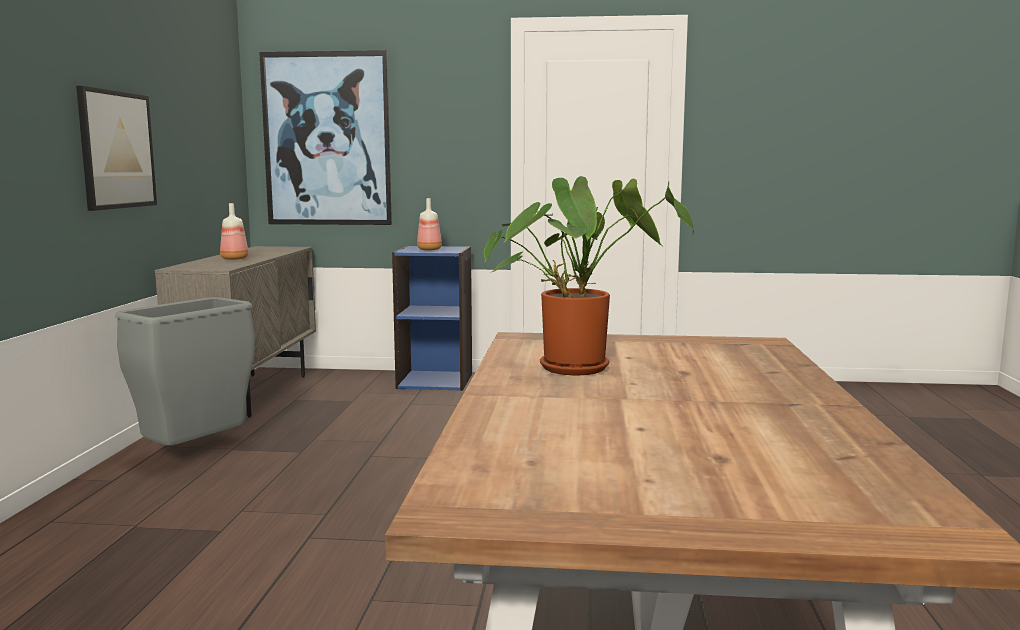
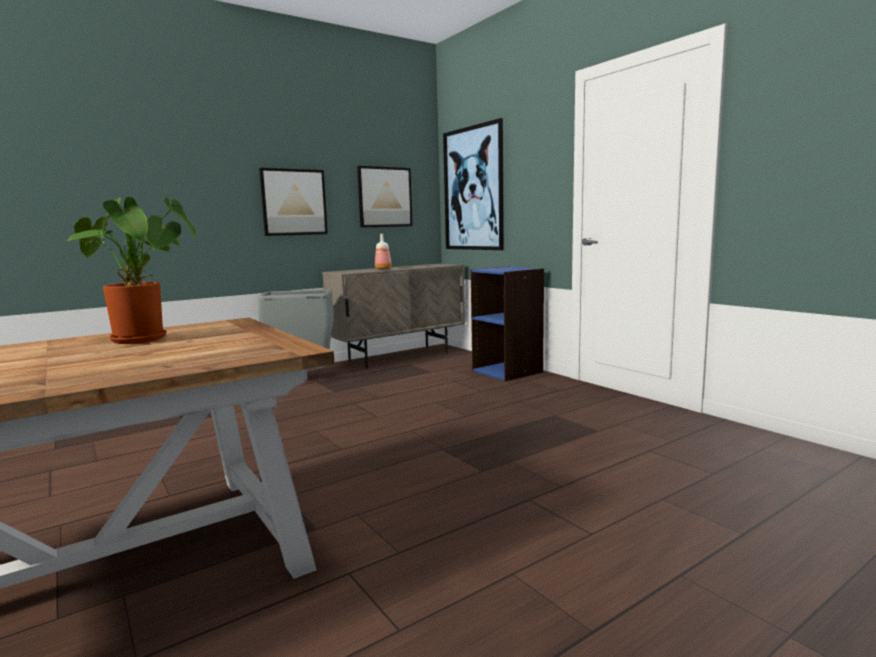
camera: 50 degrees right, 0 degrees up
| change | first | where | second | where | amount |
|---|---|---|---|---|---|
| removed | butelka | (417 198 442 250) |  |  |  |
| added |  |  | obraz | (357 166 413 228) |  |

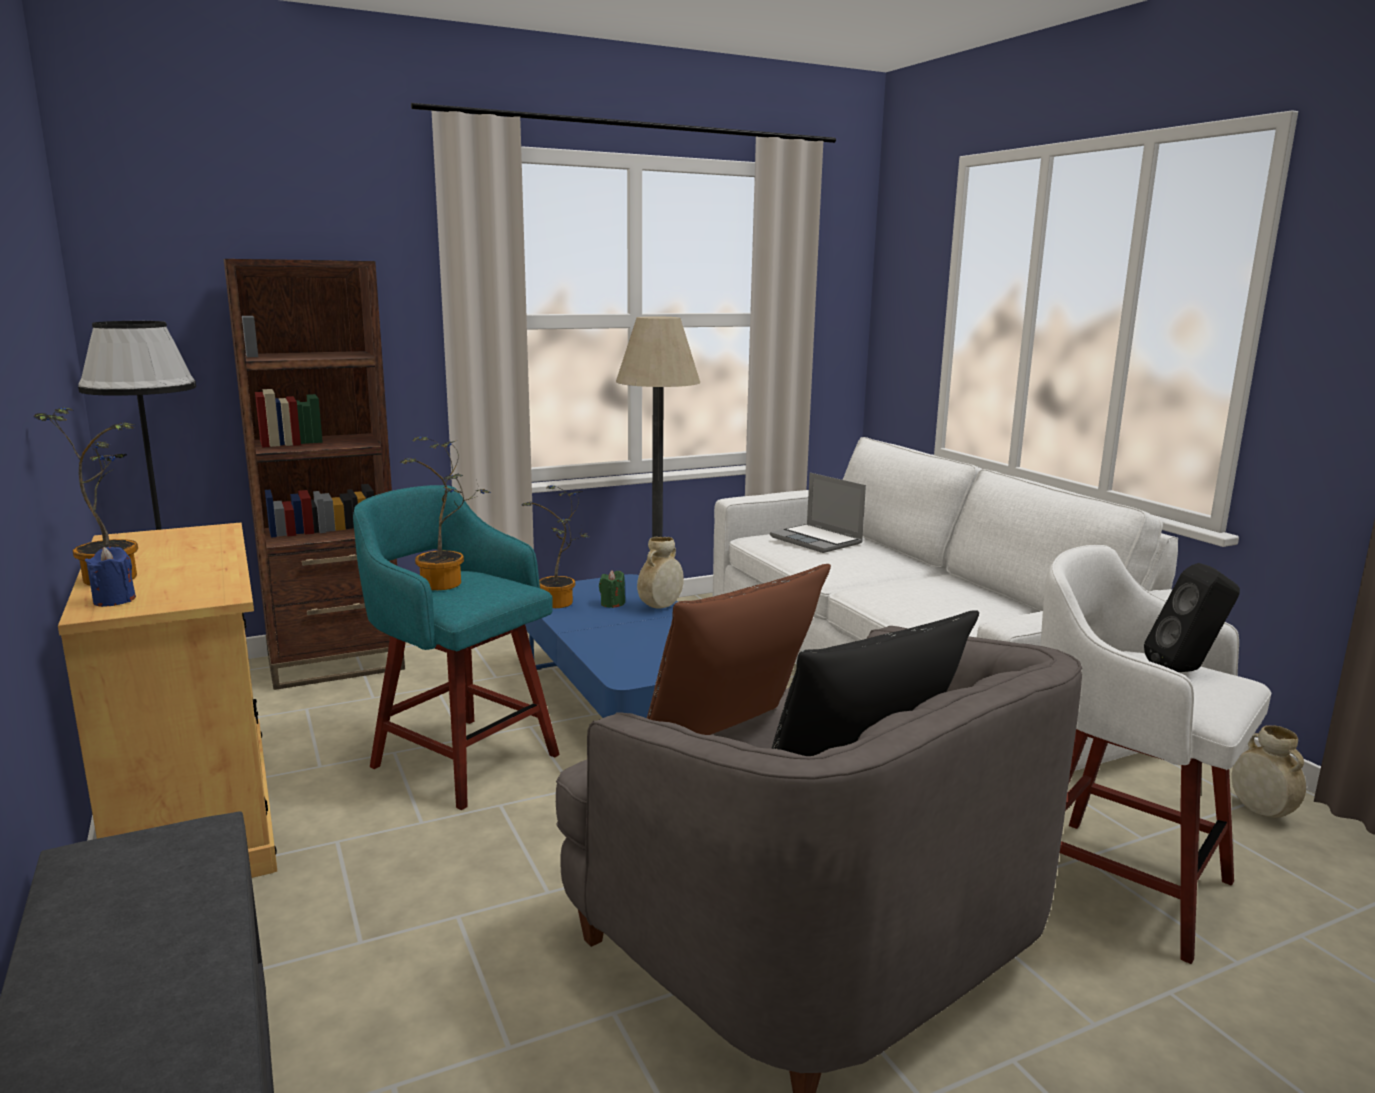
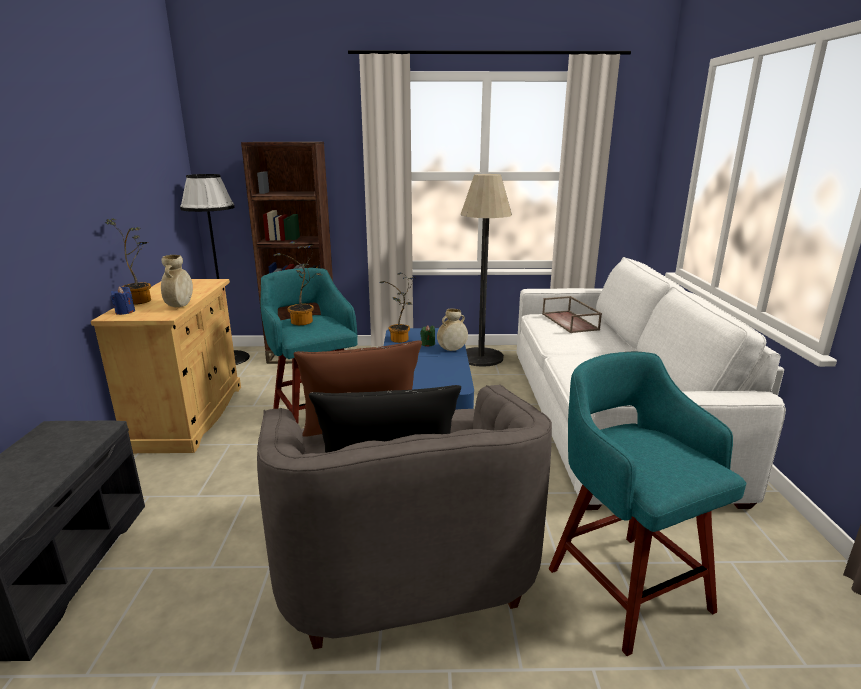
camera: 25 degrees right, 5 degrees up
| change | first | where | second | where | amount |
|---|---|---|---|---|---|
| replaced | laptop | (770 473 866 553) | taca [brązowy] | (542 296 602 333) |  |
| recoloured | stołek [biały] | (1041 545 1271 964) | stołek [turkusowy] | (549 352 747 656) |  |
| removed | głośnik [czarny] | (1144 563 1240 672) |  |  |  |
| moved | wazon [beżowy] | (1232 725 1306 818) |  | (161 255 193 307) |  |

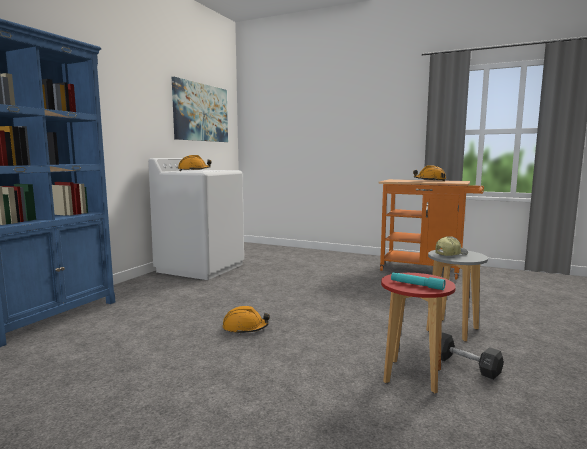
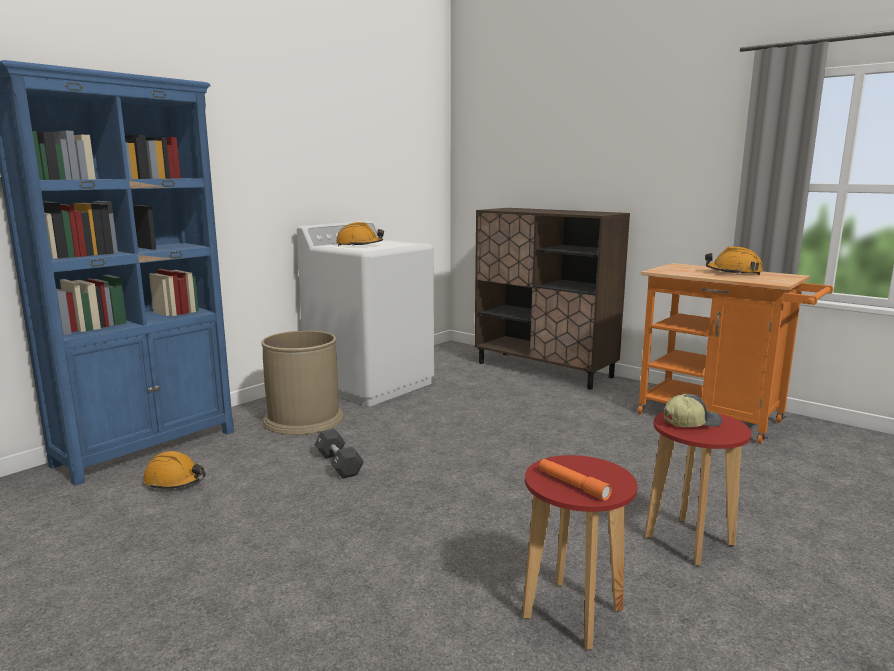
camera: 15 degrees right, 5 degrees up
| change | first | where | second | where | amount |
|---|---|---|---|---|---|
| removed | obraz | (172 77 228 142) |  |  |  |
| moved | kask [pomarańczowy] | (222 306 270 335) |  | (143 451 206 490) |  |
| recoloured | latarka [turkusowy] | (391 273 446 290) | latarka [pomarańczowy] | (539 459 612 501) |  |
| recoloured | stołek [szary] | (426 249 488 342) | stołek [czerwony] | (645 412 752 566) |  |
| moved | hantel [czarny] | (441 332 504 380) |  | (314 429 364 479) |  |
| added |  |  | kosz na śmieci [brązowy] | (261 331 344 435) |  |
| added |  |  | szafka [brązowy] | (475 208 630 390) |  |

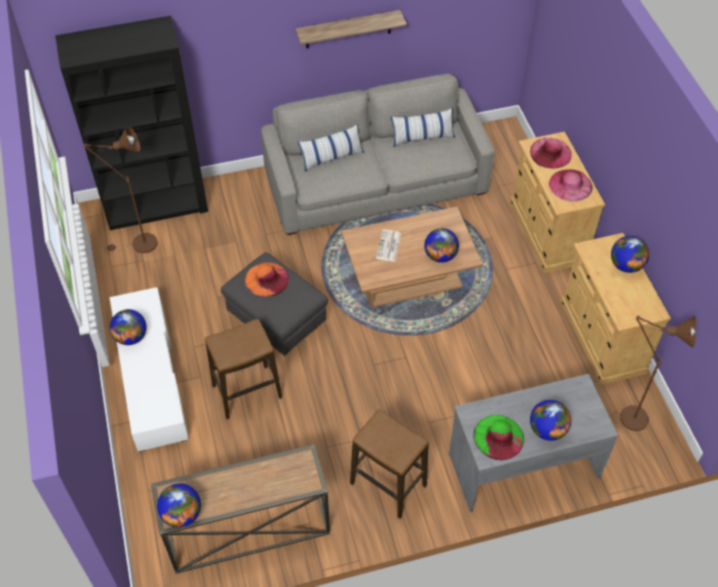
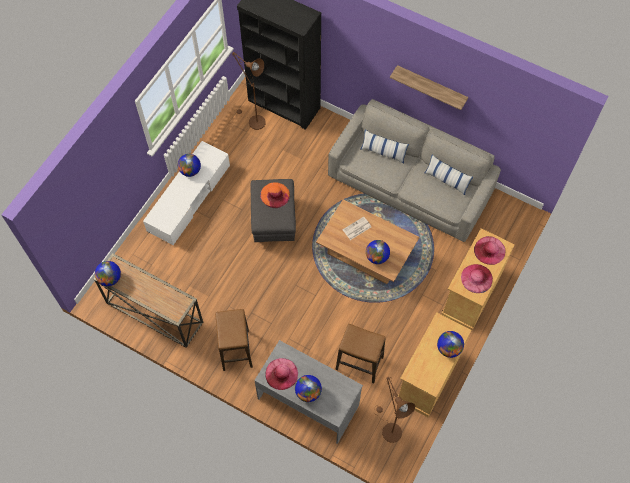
camera: 45 degrees right, 10 degrees up
| change | first | where | second | where | amount |
|---|---|---|---|---|---|
| moved | stołek | (205 319 282 419) |  | (336 324 386 383) |  |
| recoloured | kapelusz [zielony] | (473 415 524 460) | kapelusz [różowy] | (265 358 298 390) |  |

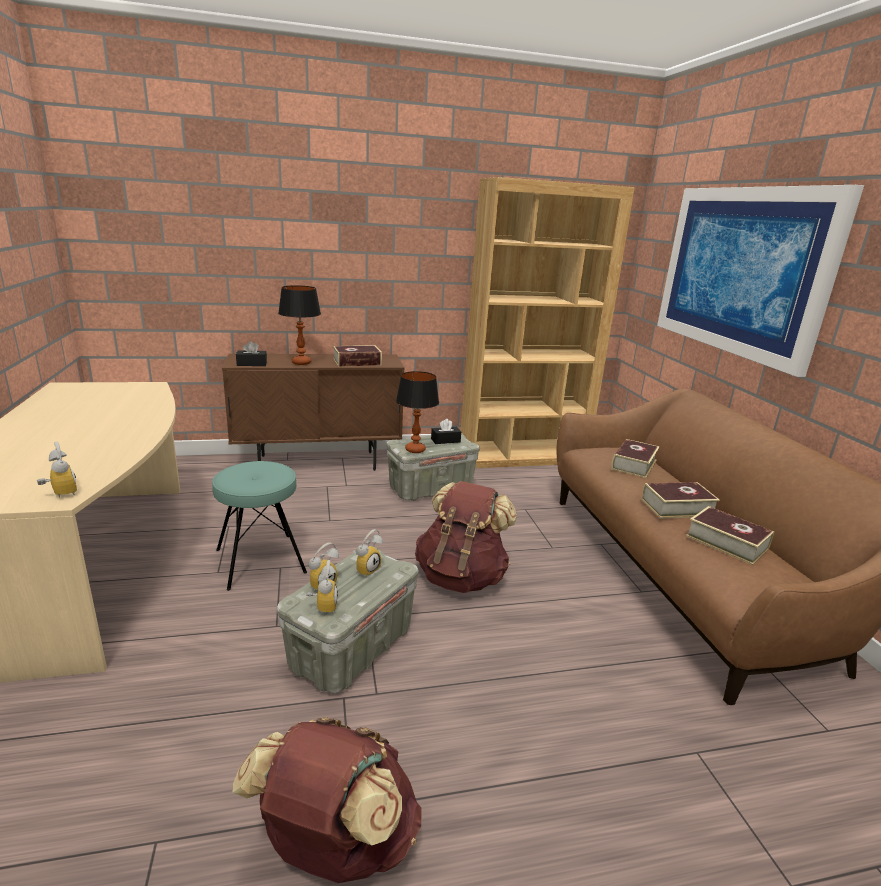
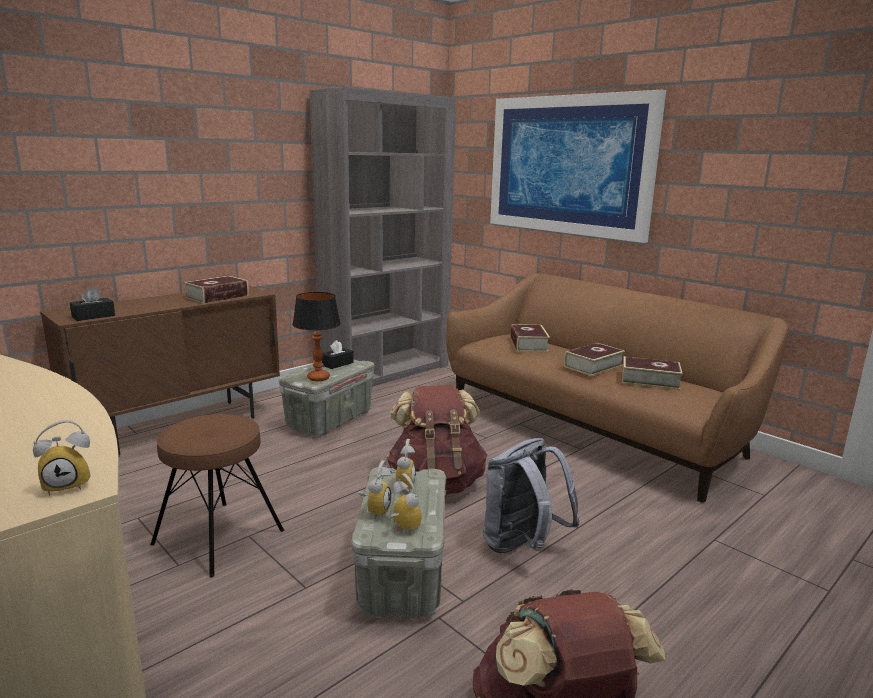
camera: 30 degrees left, 5 degrees down
| change | first | where | second | where | amount |
|---|---|---|---|---|---|
| turned | budzik | (37 442 77 498) |  | (33 420 91 495) | 135 degrees clockwise |
| recoloured | stołek [turkusowy] | (212 461 307 591) | stołek [brązowy] | (150 414 284 578) |  |
| removed | lampa stołowa | (278 285 321 365) |  |  |  |
| recoloured | regał [brązowy] | (461 177 635 468) | regał [szary] | (309 87 456 387) |  |
| added |  |  | plecak [szary] | (483 438 580 553) |  |

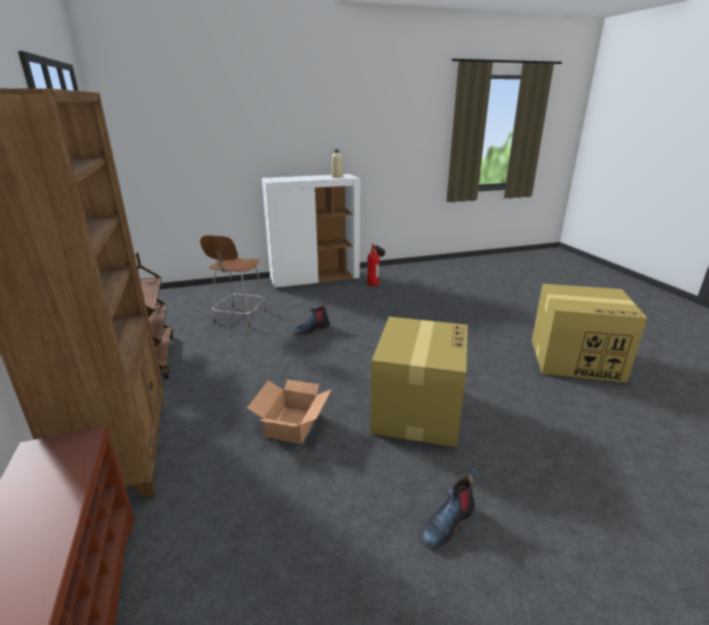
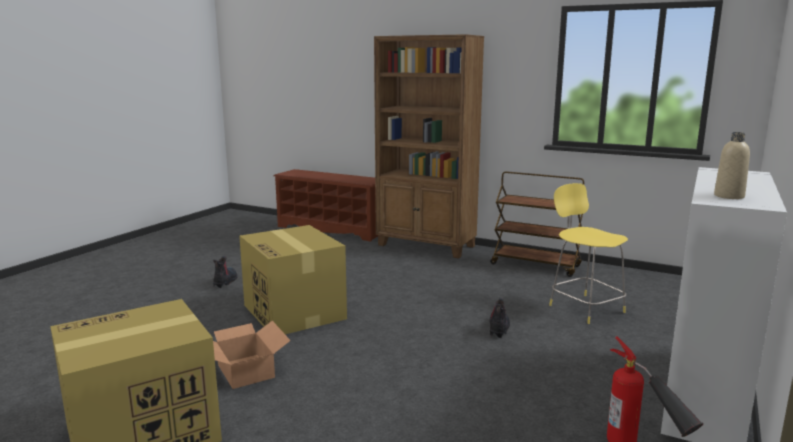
camera: 135 degrees right, 10 degrees down
| change | first | where | second | where | amount |
|---|---|---|---|---|---|
| recoloured | stołek [brązowy] | (200 235 267 328) | stołek [żółty] | (549 183 628 324) |  |
| moved | karton | (247 380 332 444) |  | (213 321 291 389) |  |

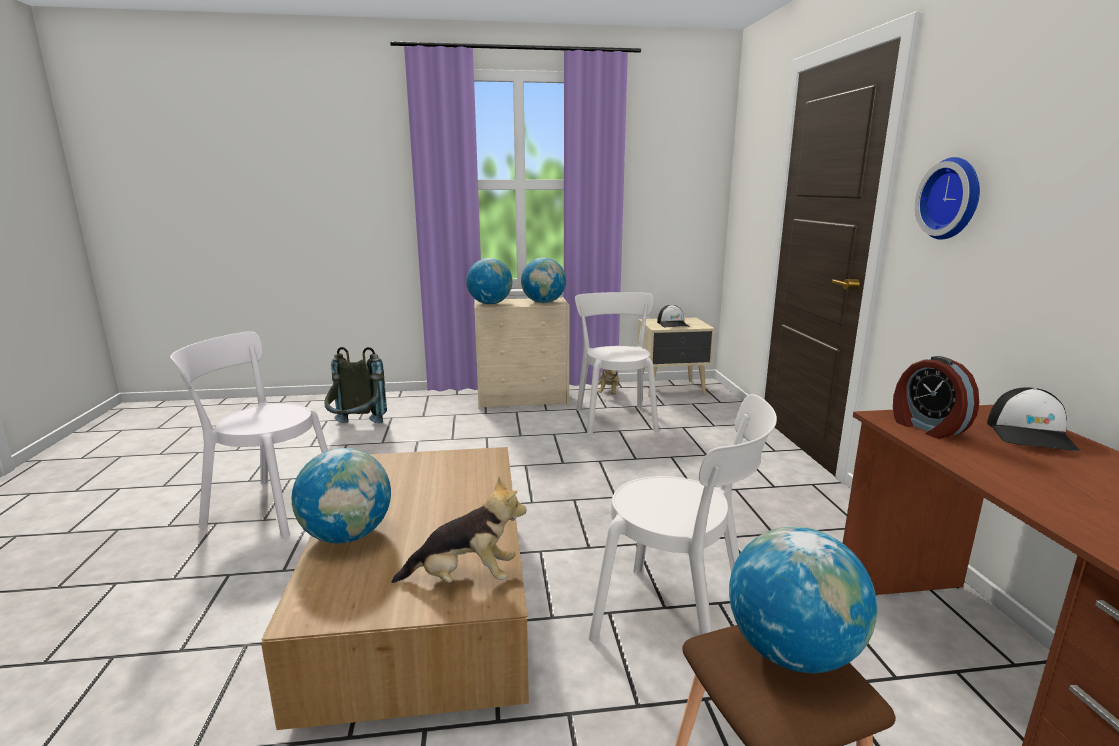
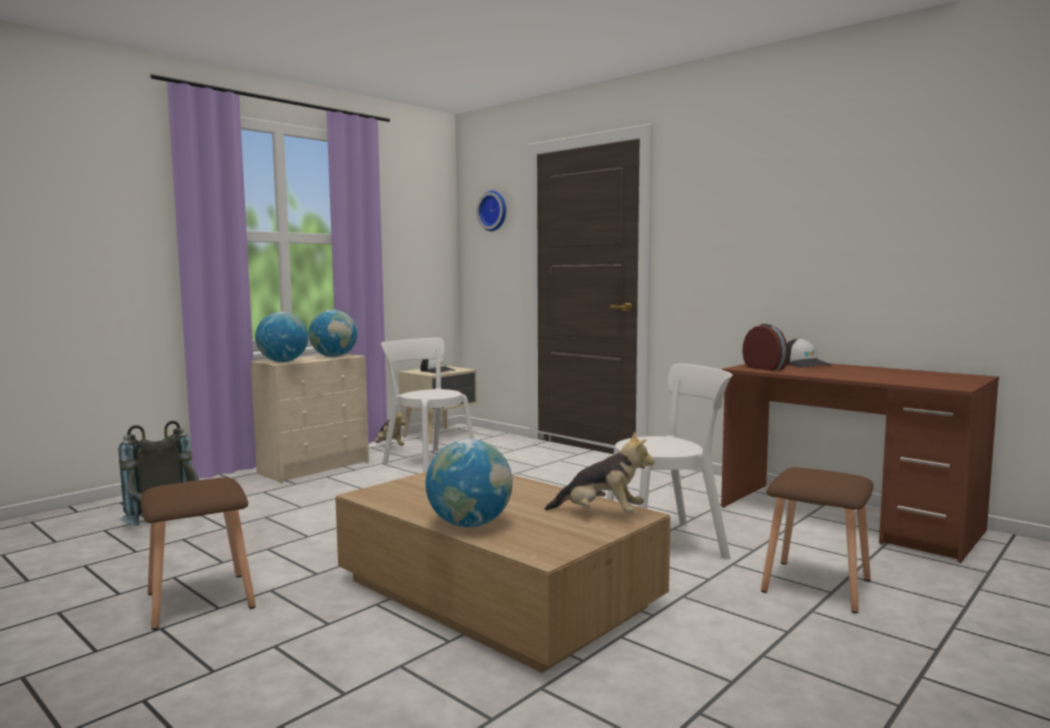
camera: 40 degrees left, 10 degrees down
| change | first | where | second | where | amount |
|---|---|---|---|---|---|
| replaced | krzesło [biały] | (170 331 328 538) | stołek [brązowy] | (141 478 256 630) |  |
| turned | pluszak | (392 477 527 583) |  | (545 432 655 512) | 60 degrees clockwise |
| removed | globus | (729 526 877 673) |  |  |  |
| turned | budzik | (893 356 979 439) |  | (742 324 788 371) | 150 degrees counterclockwise |
| moved | zegar ścienny | (915 157 980 240) |  | (476 190 506 231) |  |

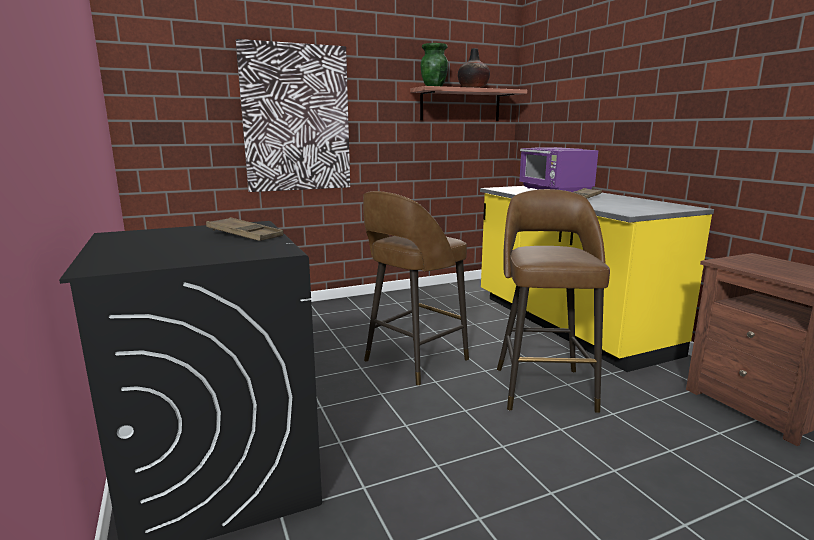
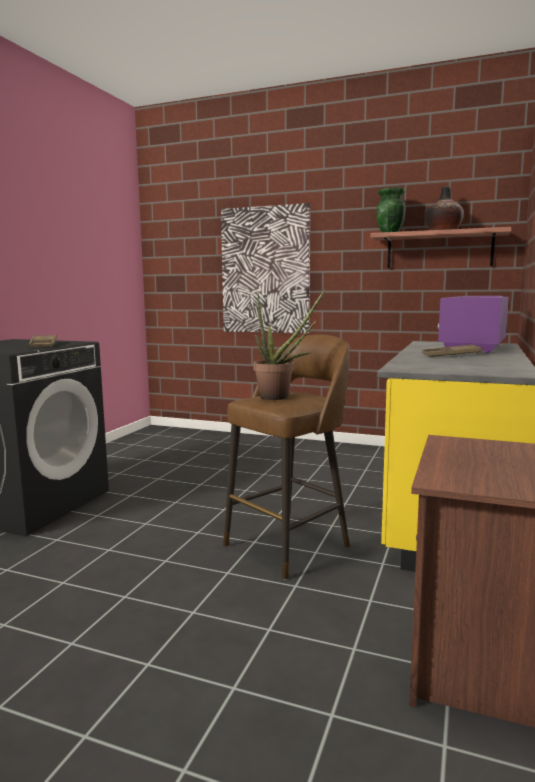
camera: 45 degrees right, 5 degrees down
| change | first | where | second | where | amount |
|---|---|---|---|---|---|
| removed | stołek [brązowy] | (363 191 469 386) |  |  |  |
| added |  |  | roślina doniczkowa | (253 290 325 400) |  |

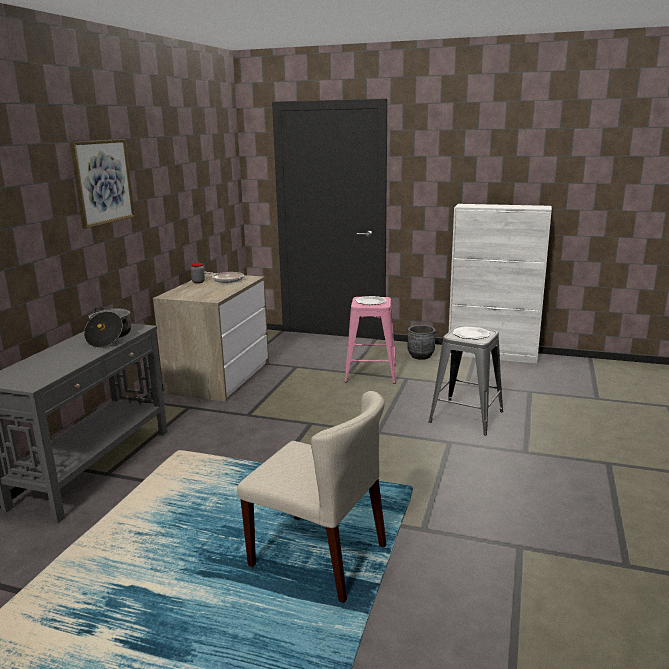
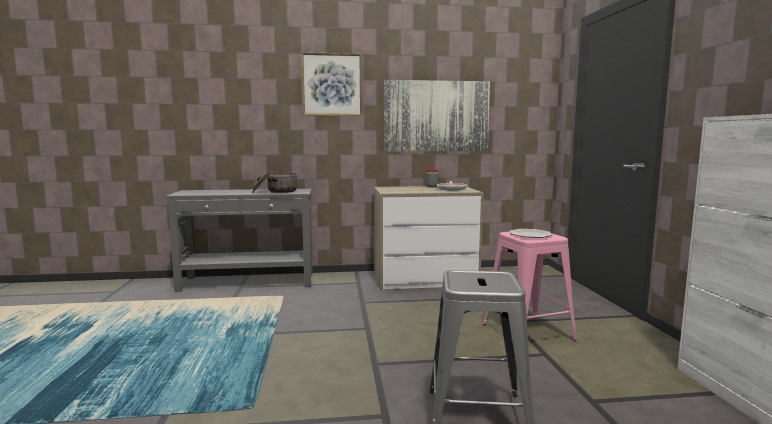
camera: 65 degrees right, 10 degrees down
| change | first | where | second | where | amount |
|---|---|---|---|---|---|
| removed | krzesło [beżowy] | (237 391 387 603) |  |  |  |
| removed | donica [szary] | (407 325 436 360) |  |  |  |
| removed | talerz | (452 327 490 339) |  |  |  |
| added |  |  | obraz | (384 80 490 151) |  |

